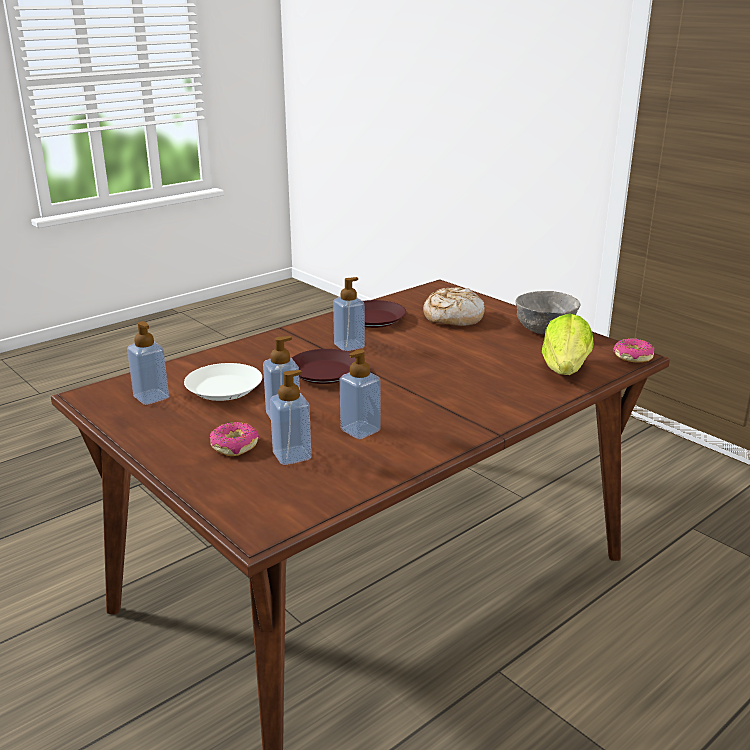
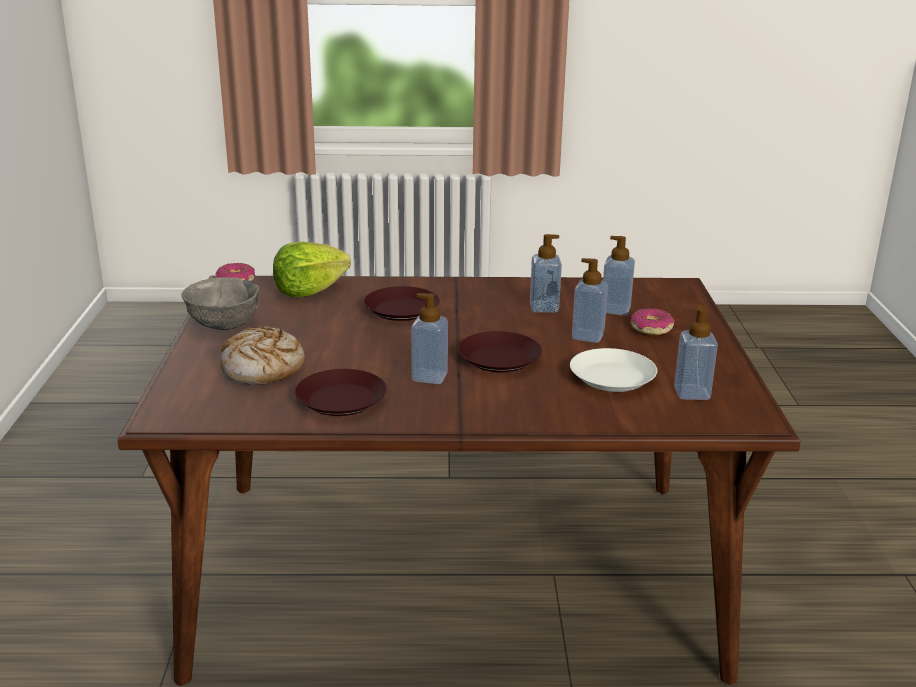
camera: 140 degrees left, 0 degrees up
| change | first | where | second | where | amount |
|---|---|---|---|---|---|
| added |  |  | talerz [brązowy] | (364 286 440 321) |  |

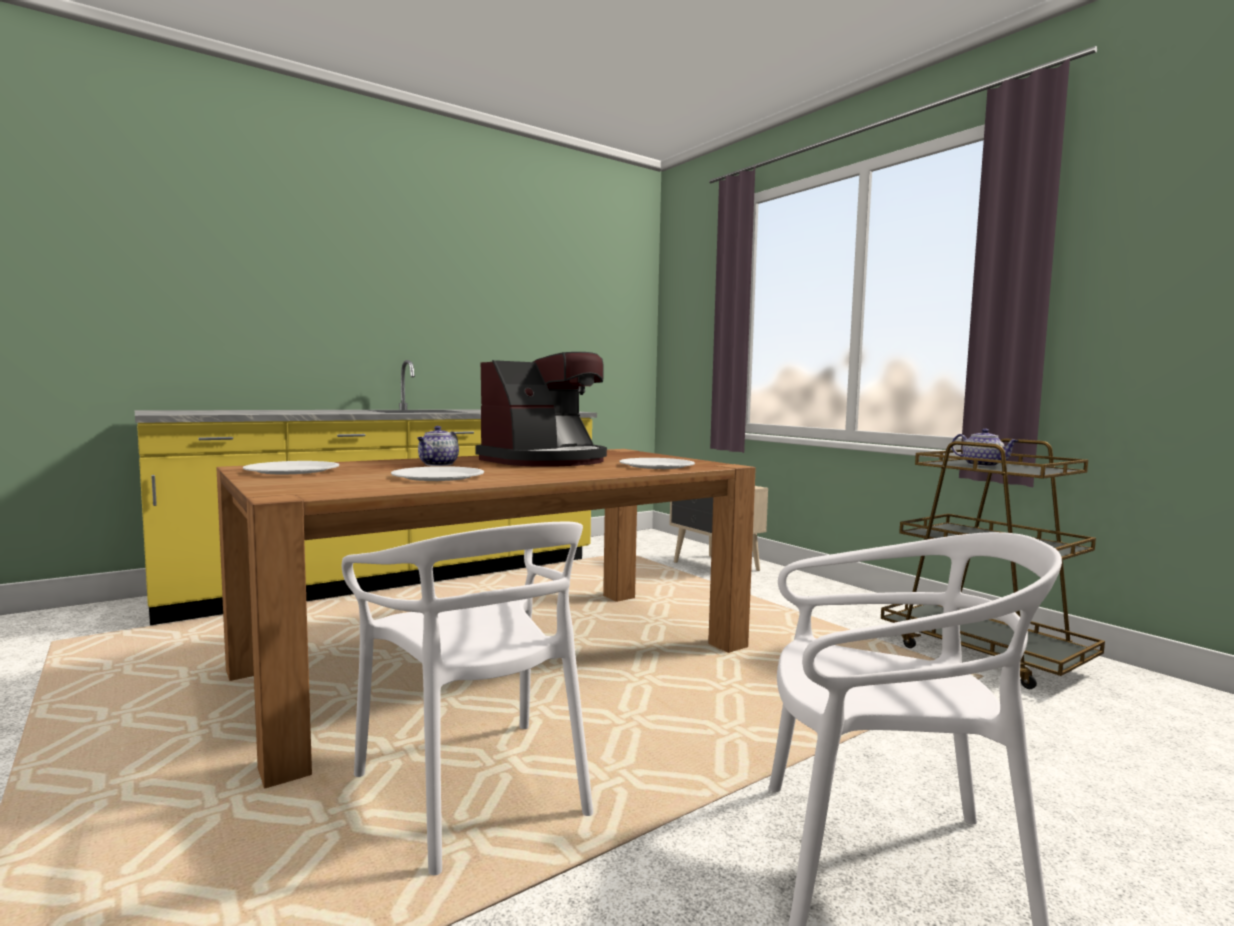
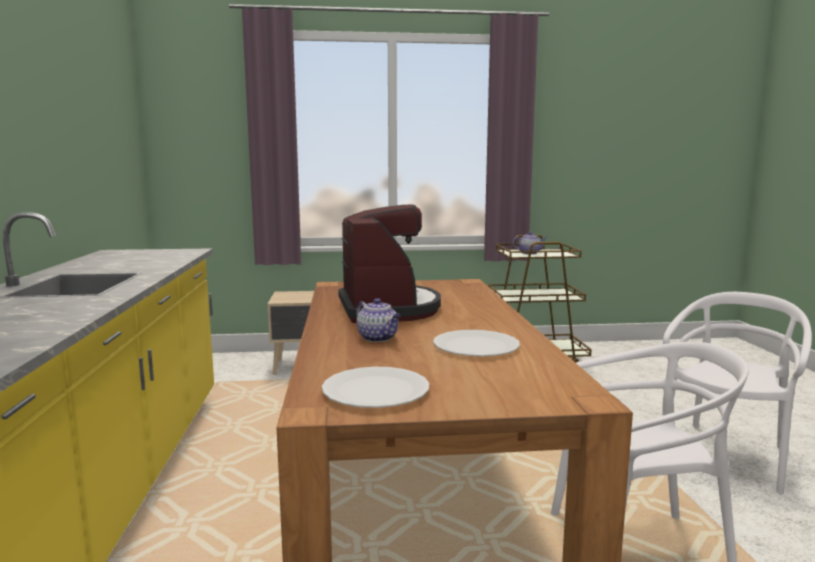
camera: 60 degrees left, 5 degrees up
| change | first | where | second | where | amount |
|---|---|---|---|---|---|
| removed | talerz [biały] | (619 458 695 469) |  |  |  |

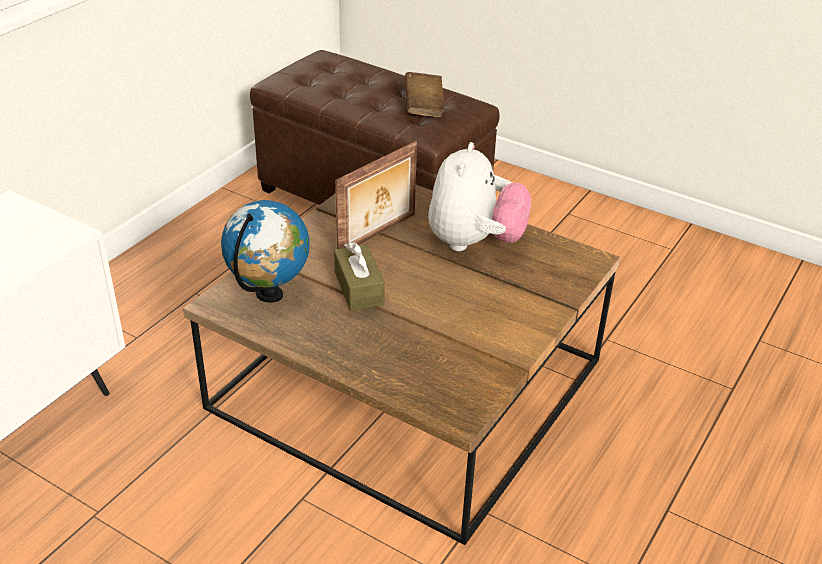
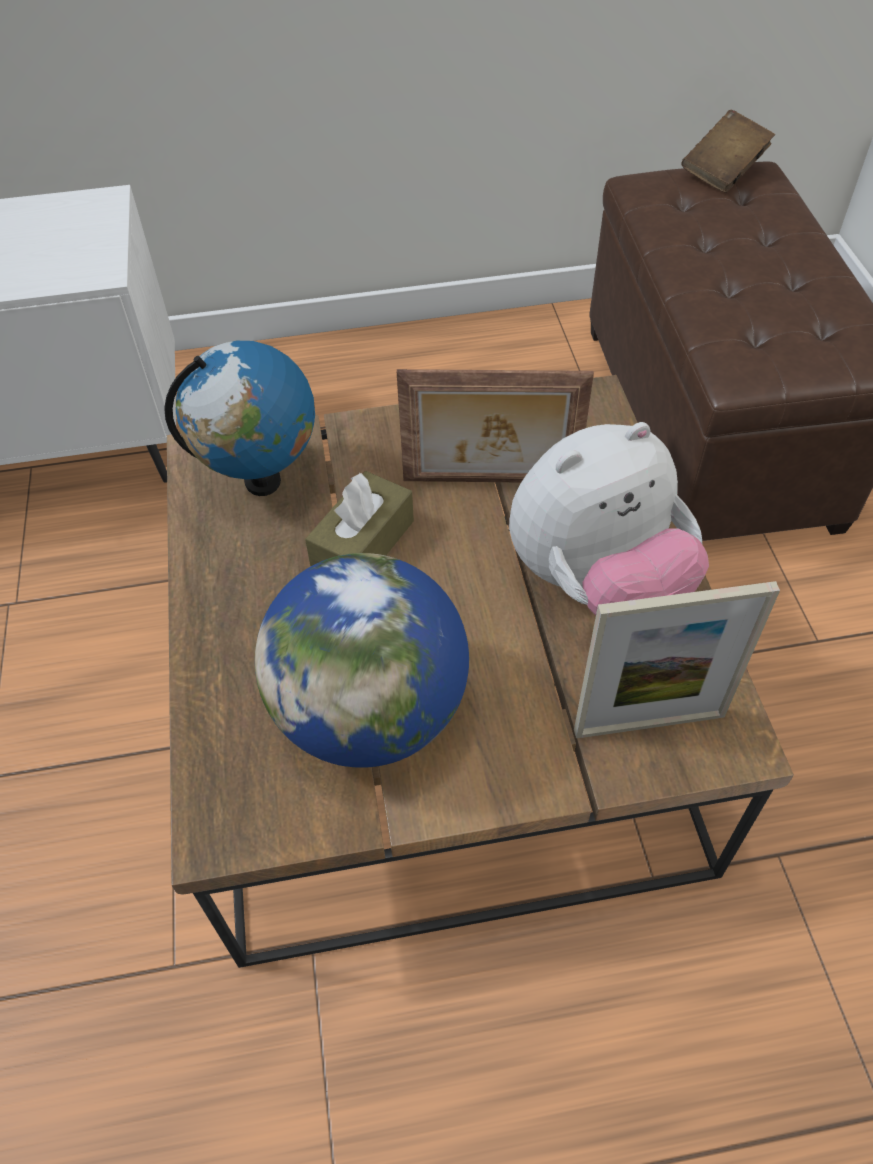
camera: 50 degrees right, 15 degrees up
| change | first | where | second | where | amount |
|---|---|---|---|---|---|
| moved | książka [brązowy] | (405 72 445 117) |  | (682 110 775 193) |  |
| added |  |  | globus | (255 553 469 768) |  |
| added |  |  | ramka na zdjęcie | (574 581 780 738) |  |

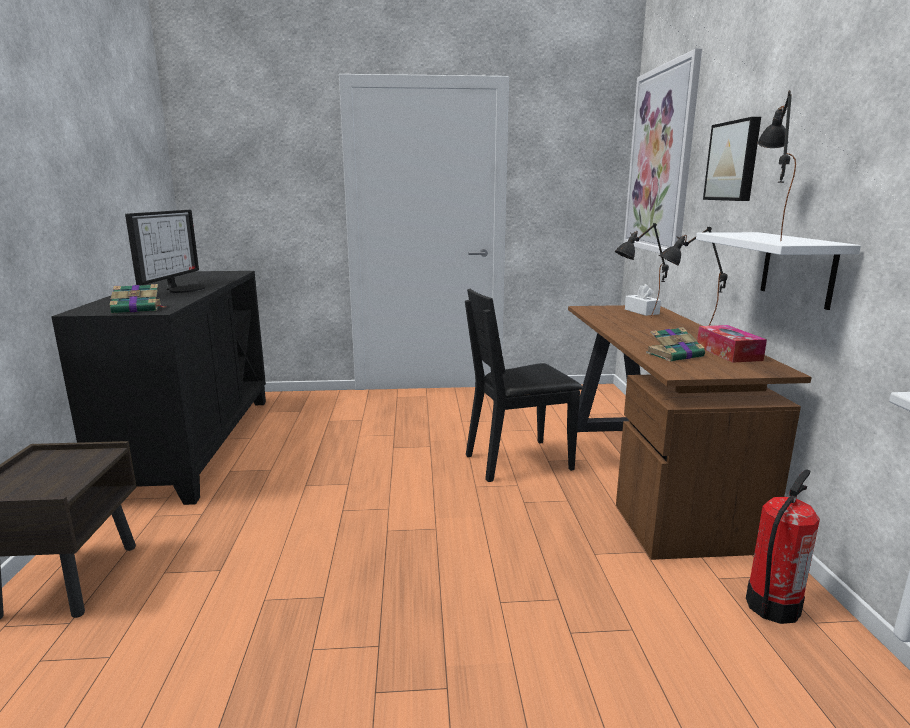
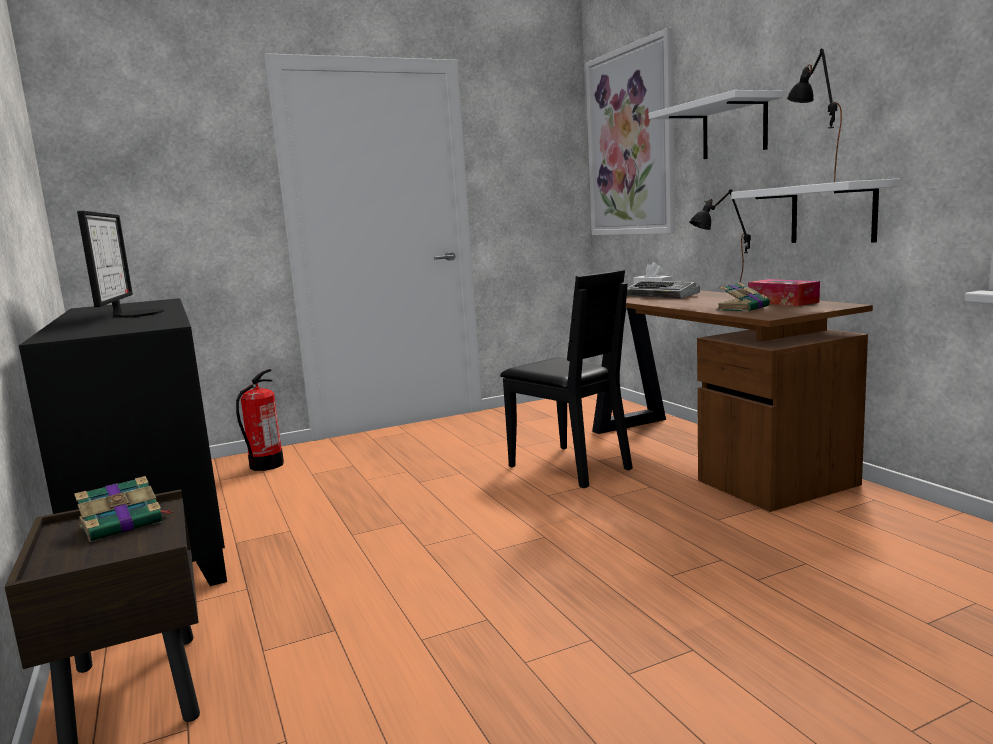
camera: 20 degrees left, 5 degrees down
| change | first | where | second | where | amount |
|---|---|---|---|---|---|
| moved | książka | (110 284 166 314) |  | (74 476 172 542) |  |
| turned | krzesło [czarny] | (465 289 583 482) |  | (500 270 633 488) | 90 degrees counterclockwise |
| replaced | lampa stołowa [czarny] | (615 223 669 318) | klawiatura | (627 281 700 299) |  |
| replaced | obraz | (703 117 761 201) | półka [biały] | (649 90 783 159) |  |
| moved | gaśnica | (746 469 820 624) |  | (236 369 284 471) |  |

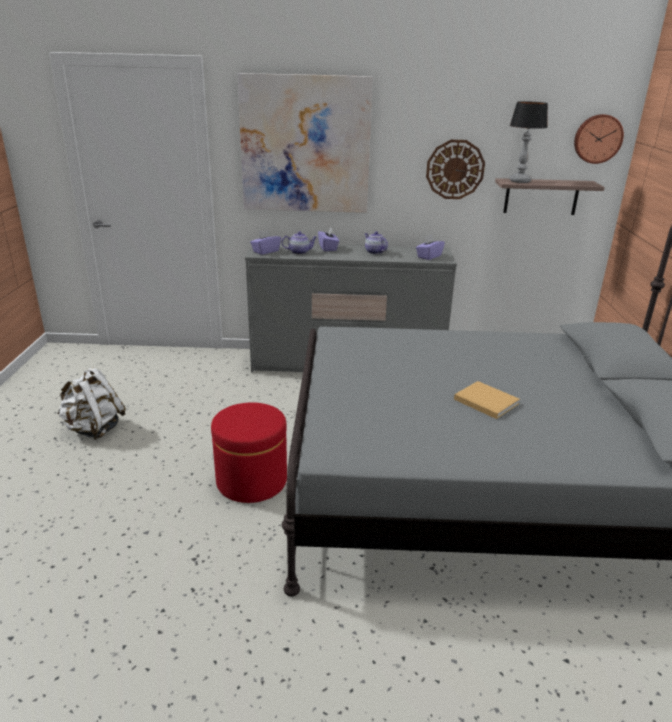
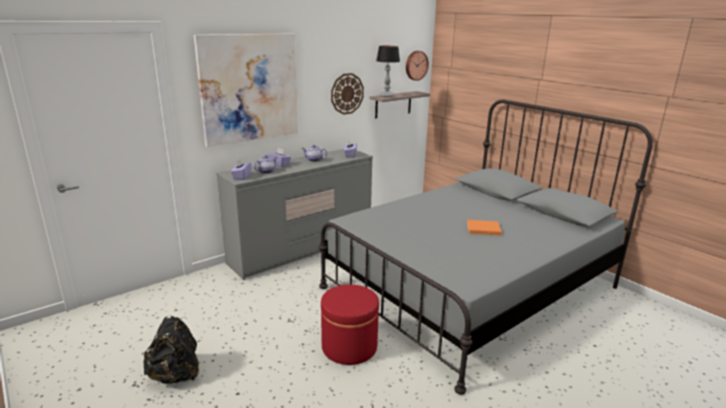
camera: 40 degrees left, 5 degrees down
| change | first | where | second | where | amount |
|---|---|---|---|---|---|
| recoloured | plecak [biały] | (57 367 126 440) | plecak [czarny] | (142 316 199 384) |  |
| recoloured | książka [beżowy] | (454 381 520 419) | książka [pomarańczowy] | (467 220 502 235) |  |

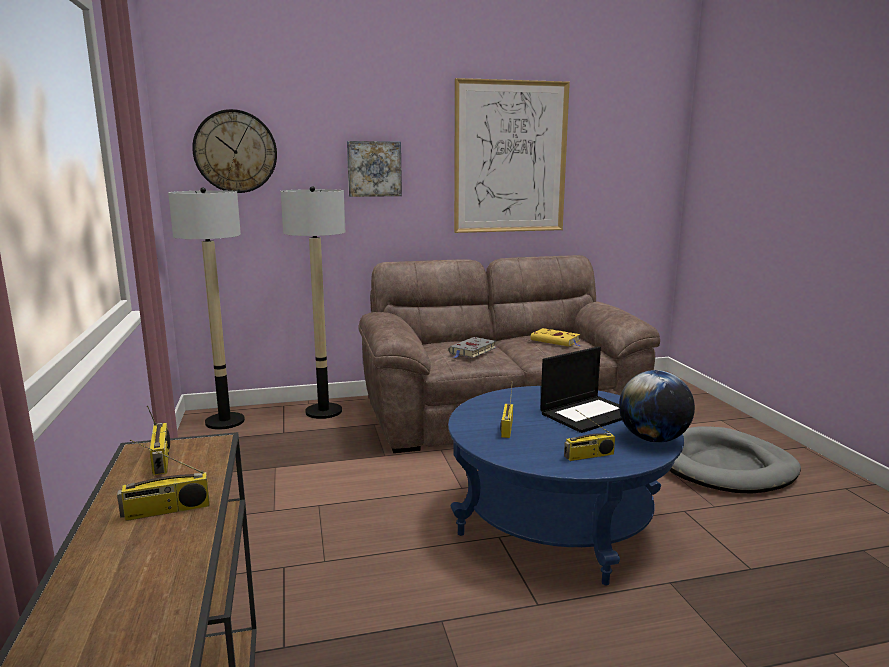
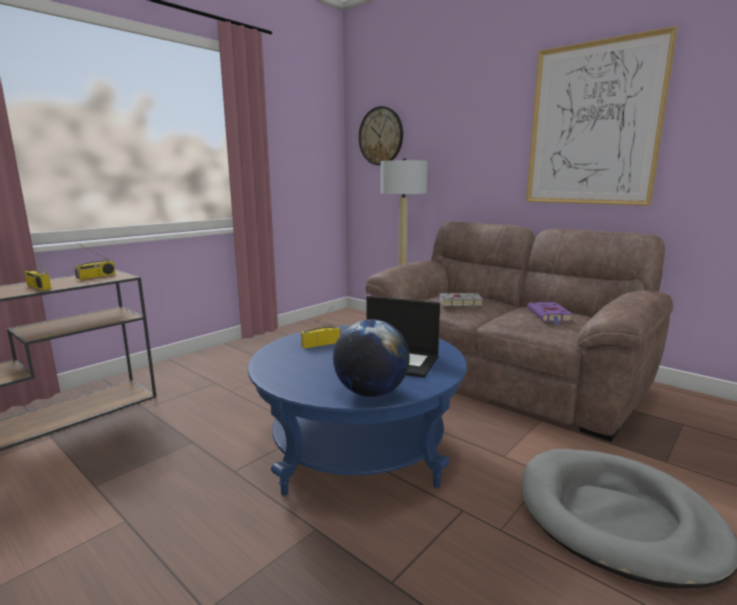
camera: 55 degrees right, 0 degrees up
| change | first | where | second | where | amount |
|---|---|---|---|---|---|
| removed | lampa stojąca | (168 188 245 430) |  |  |  |
| removed | obraz | (347 141 402 197) |  |  |  |
| recoloured | książka [żółty] | (531 328 581 347) | książka [fioletowy] | (527 302 573 325) |  |
| removed | radio | (564 410 615 461) |  |  |  |

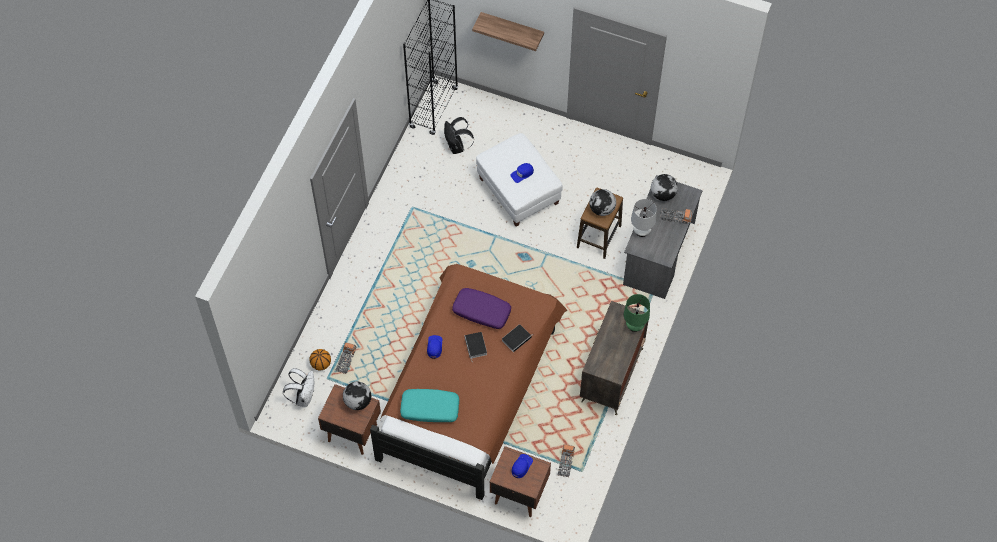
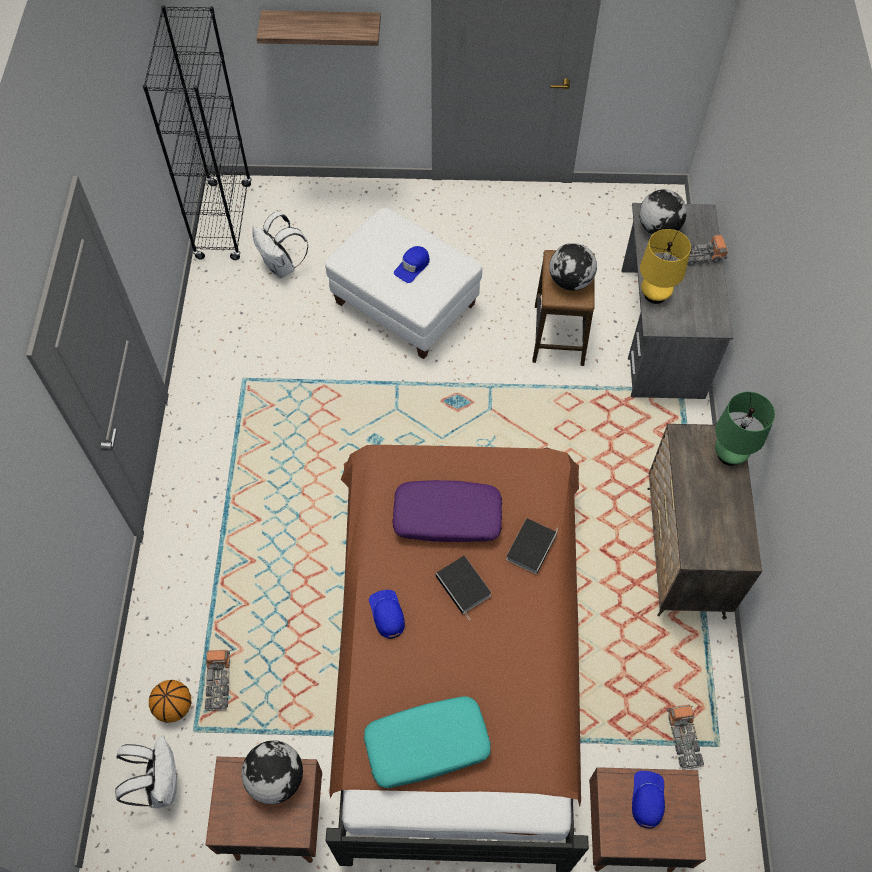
camera: 20 degrees left, 0 degrees up
| change | first | where | second | where | amount |
|---|---|---|---|---|---|
| recoloured | plecak [czarny] | (444 117 474 154) | plecak [biały] | (252 212 308 278) |  |
| recoloured | lampa stołowa [biały] | (631 199 657 237) | lampa stołowa [żółty] | (640 229 691 304) |  |

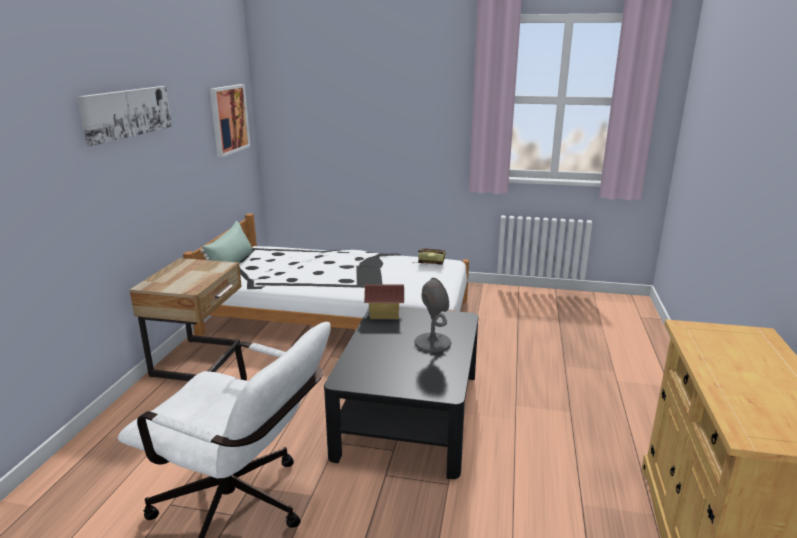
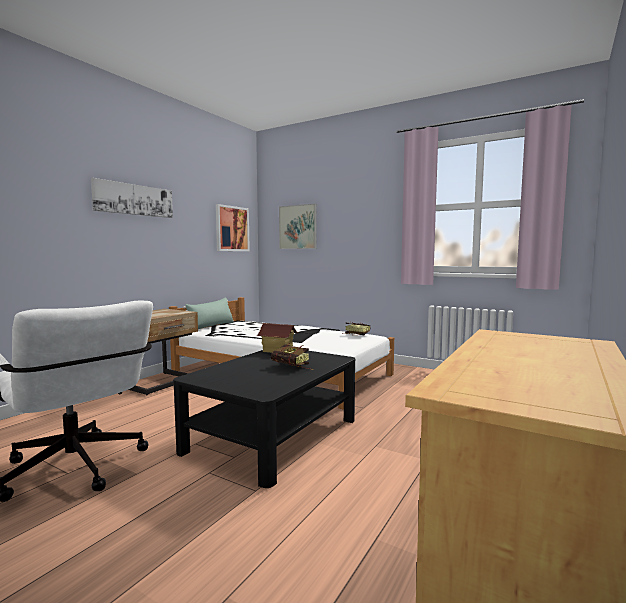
camera: 20 degrees right, 15 degrees down
| change | first | where | second | where | amount |
|---|---|---|---|---|---|
| replaced | lampa stołowa [szary] | (415 278 451 353) | książka | (271 343 313 370) |  |
| added |  |  | obraz | (279 204 317 249) |  |

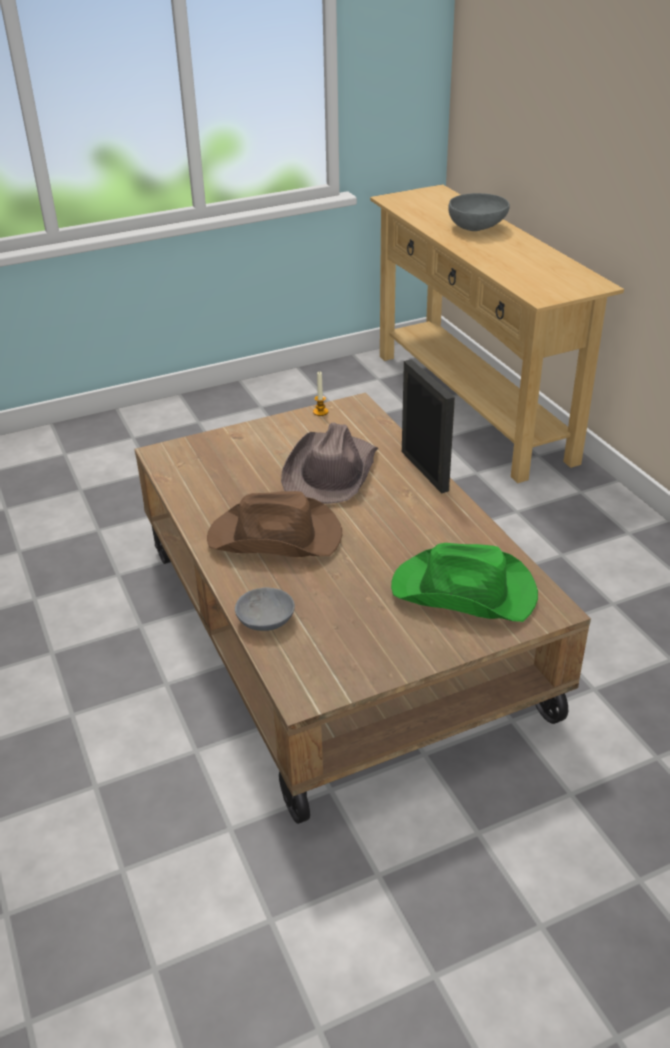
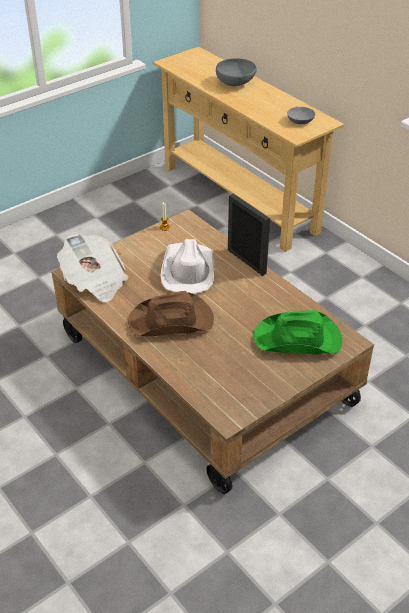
camera: 15 degrees left, 5 degrees up
| change | first | where | second | where | amount |
|---|---|---|---|---|---|
| moved | miska [szary] | (235 587 295 631) |  | (287 107 315 124) |  |
| recoloured | kapelusz [brązowy] | (281 422 378 504) | kapelusz [biały] | (161 239 214 294) |  |
| added |  |  | gazeta | (57 234 129 302) |  |

